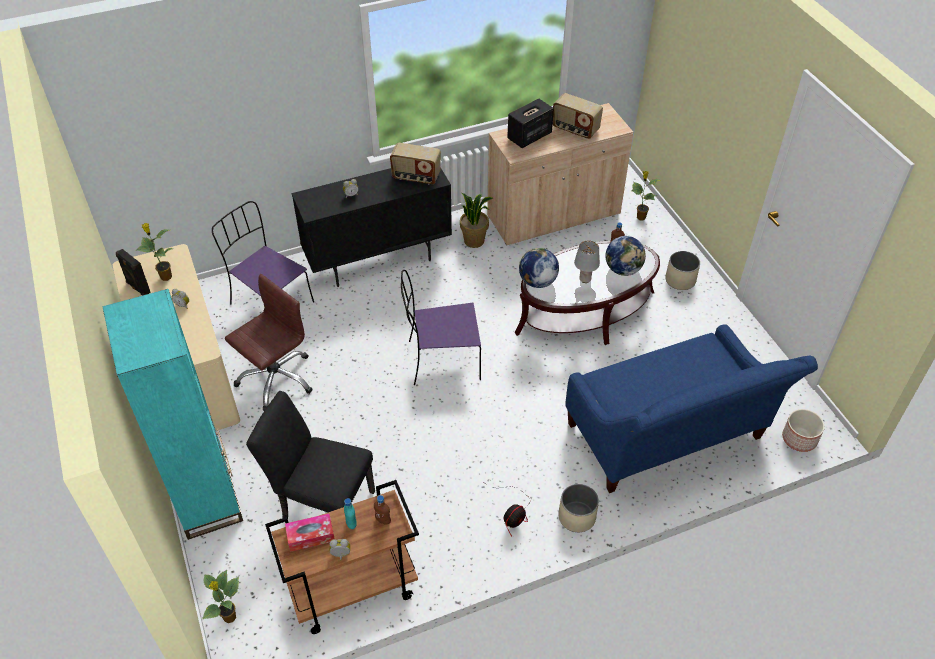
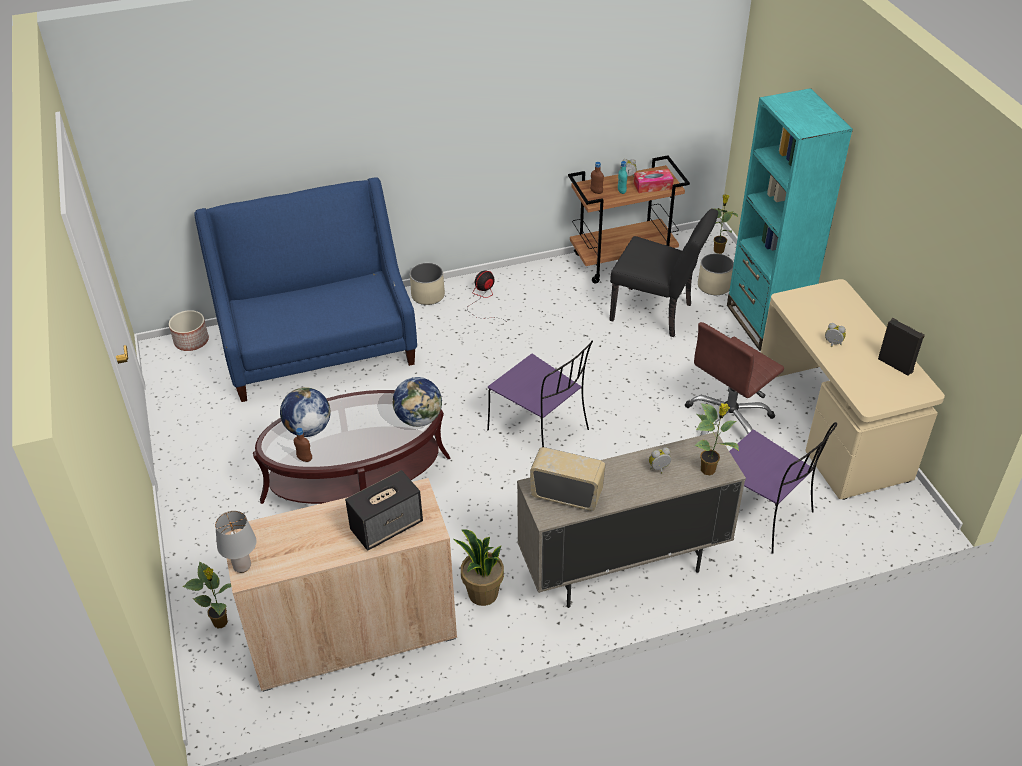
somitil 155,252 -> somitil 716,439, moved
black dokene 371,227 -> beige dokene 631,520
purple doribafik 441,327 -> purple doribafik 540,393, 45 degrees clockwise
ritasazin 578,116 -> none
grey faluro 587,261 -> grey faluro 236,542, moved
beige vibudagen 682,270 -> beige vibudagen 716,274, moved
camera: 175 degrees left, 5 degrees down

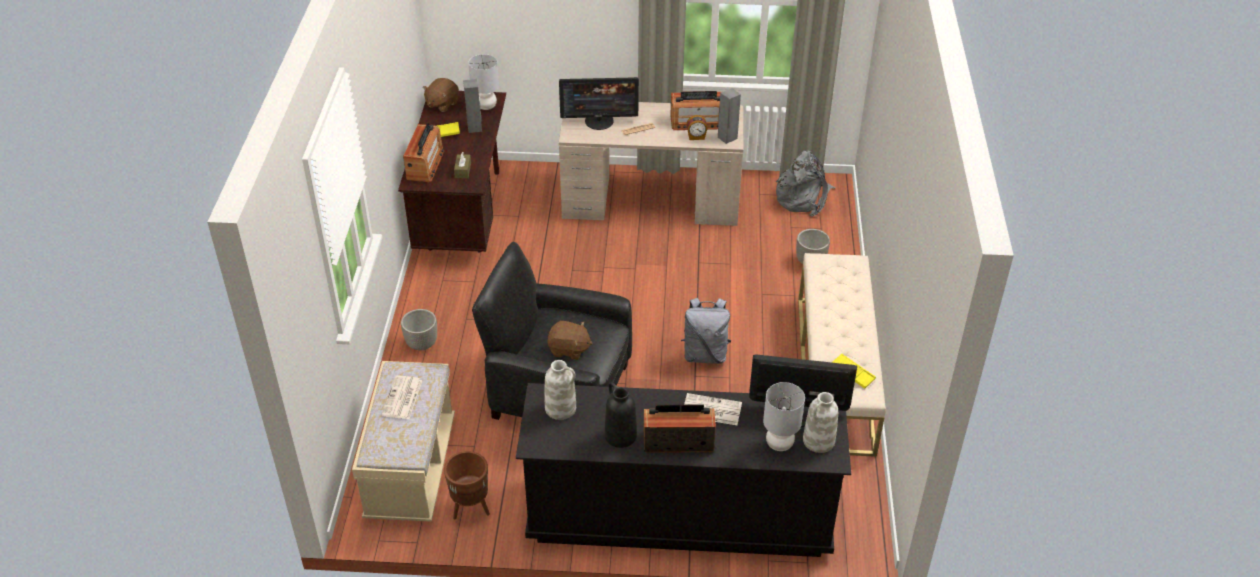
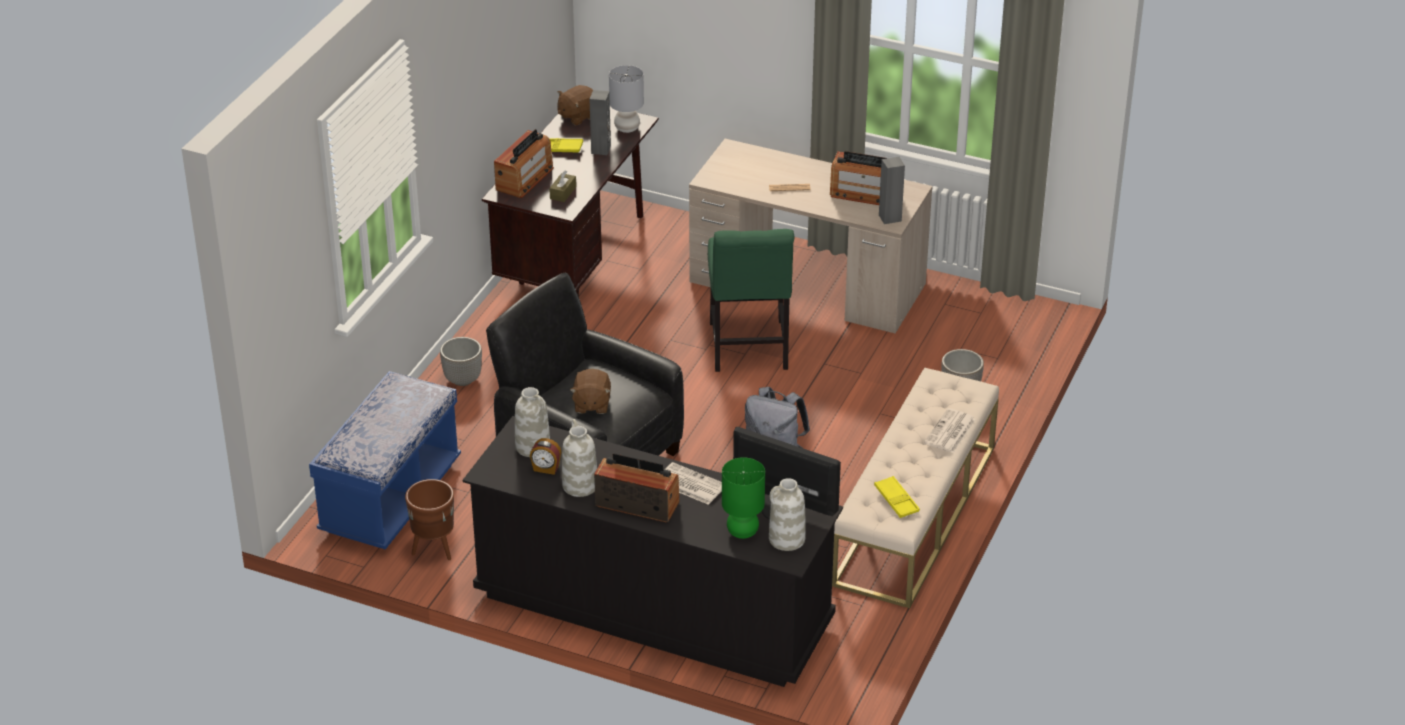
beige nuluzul 403,441 -> blue nuluzul 385,460
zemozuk 402,397 -> zemozuk 950,430, moved
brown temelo 570,340 -> brown temelo 590,391, 60 degrees clockwise
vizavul 599,103 -> none
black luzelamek 621,415 -> white luzelamek 579,458
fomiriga 697,127 -> fomiriga 545,456, moved
grey faluro 784,416 -> green faluro 743,498
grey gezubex 806,183 -> none
none -> green doribafik 751,300
camera: 20 degrees right, 5 degrees down

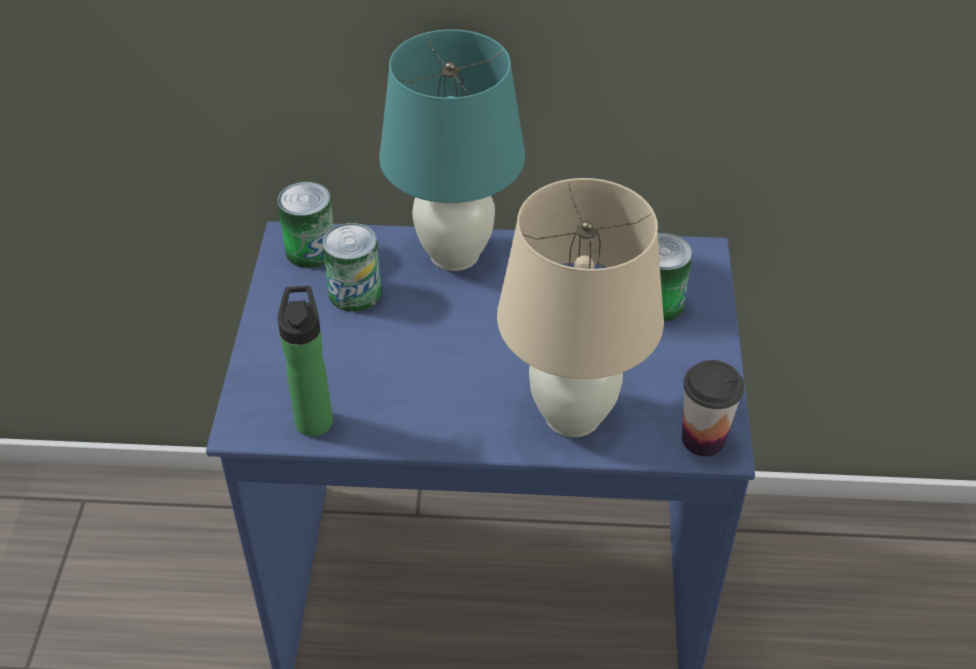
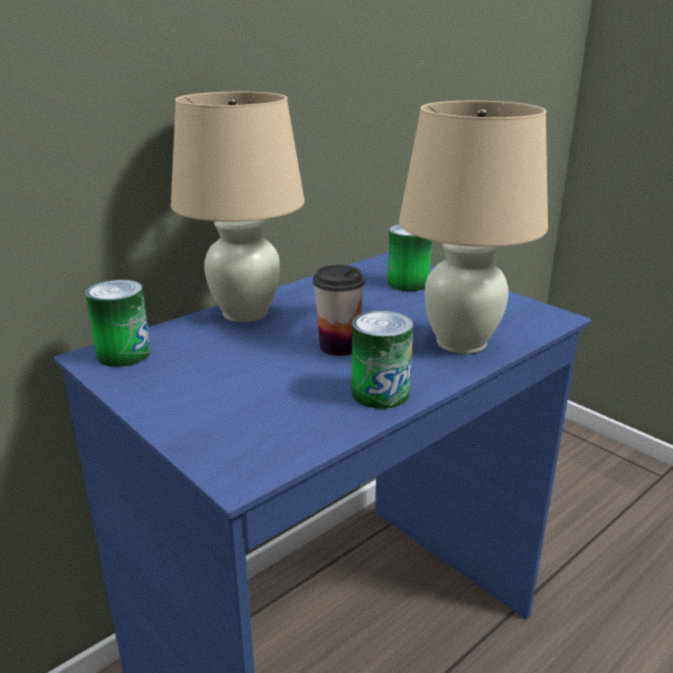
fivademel 305,361 -> none
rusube 351,267 -> rusube 382,360, moved
turquoise faluro 452,150 -> beige faluro 238,207
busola 713,408 -> busola 339,310, moved
camera: 45 degrees left, 20 degrees down

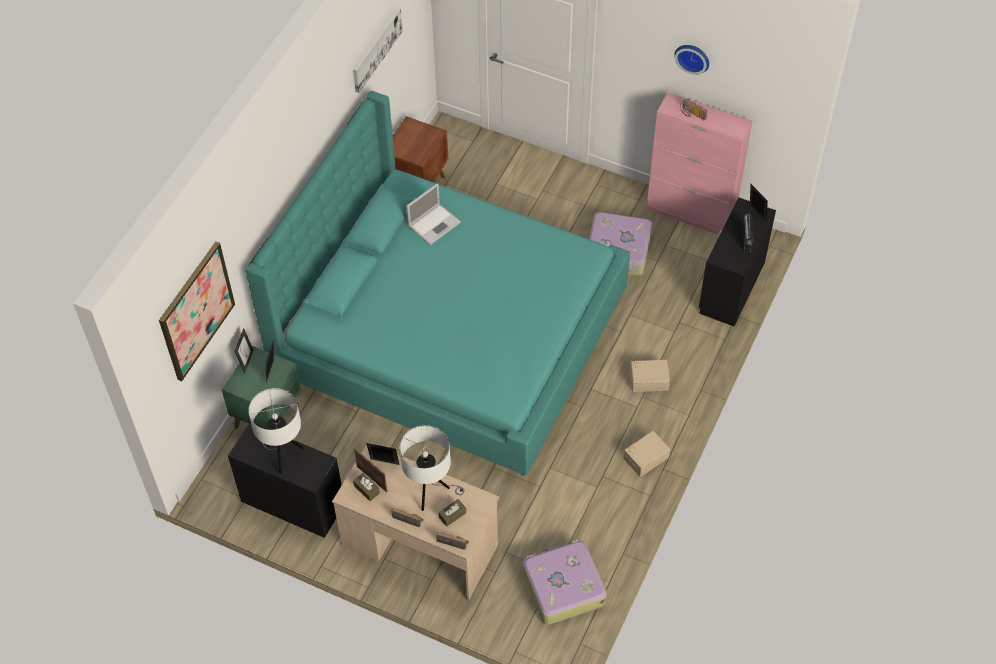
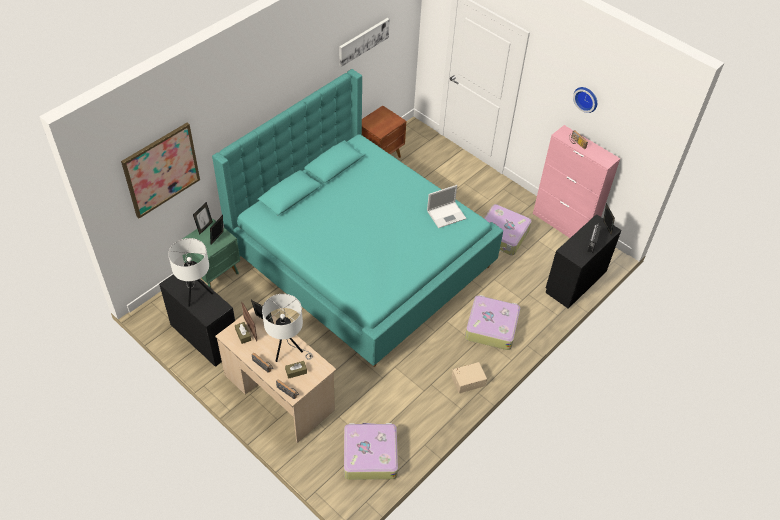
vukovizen 433,214 -> vukovizen 446,206, moved
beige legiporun 650,376 -> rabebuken 493,322
camera: 15 degrees right, 5 degrees down

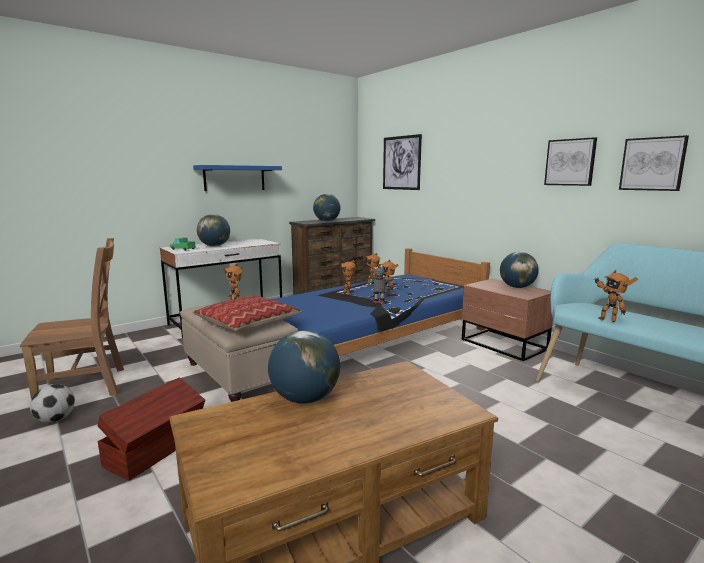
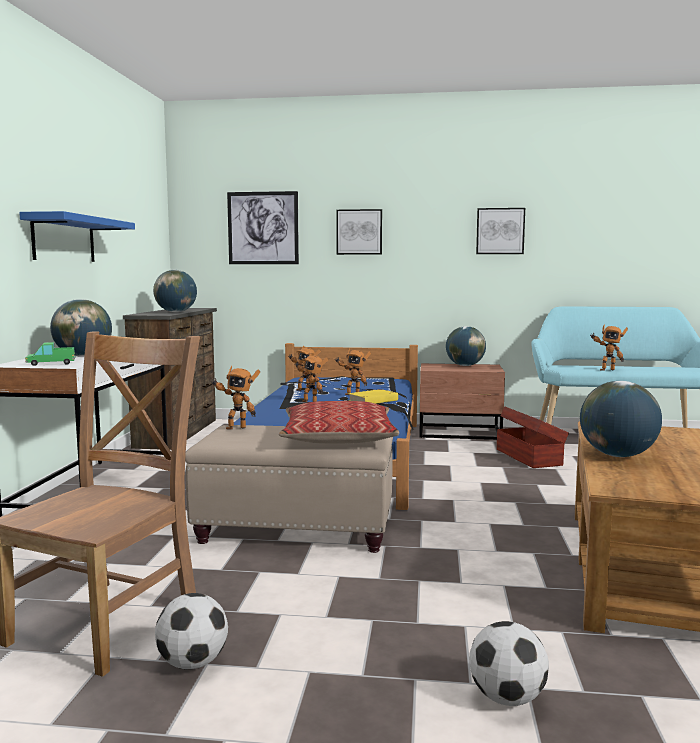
brown legiporun 151,428 -> brown legiporun 533,437, moved
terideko 379,284 -> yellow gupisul 373,396
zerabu 654,163 -> zerabu 359,232, moved
none -> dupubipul 509,663
camera: 45 degrees left, 5 degrees down

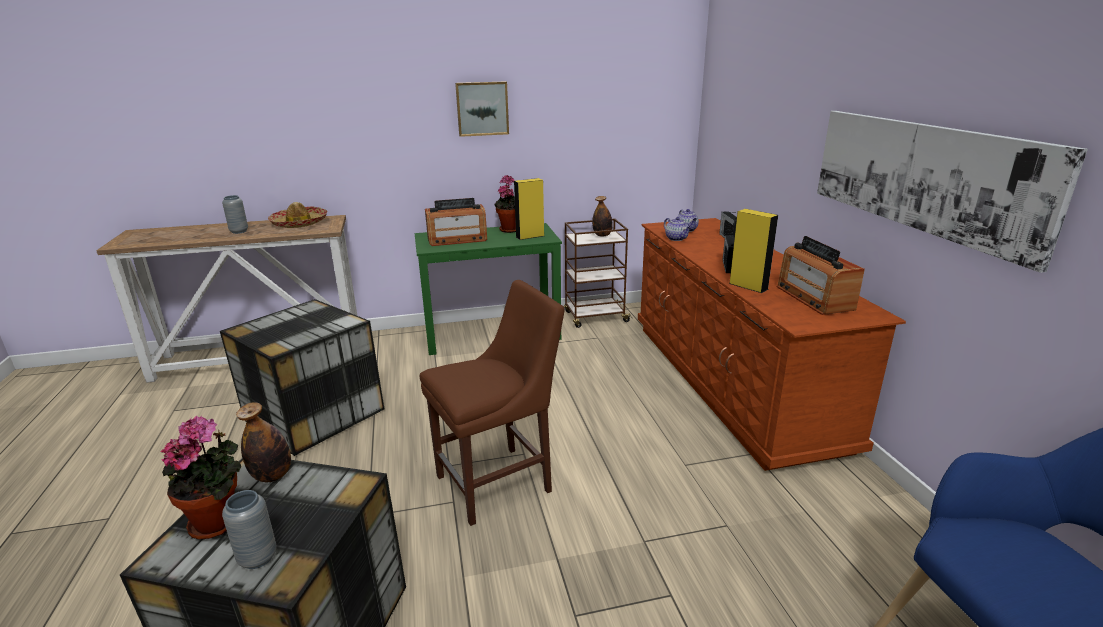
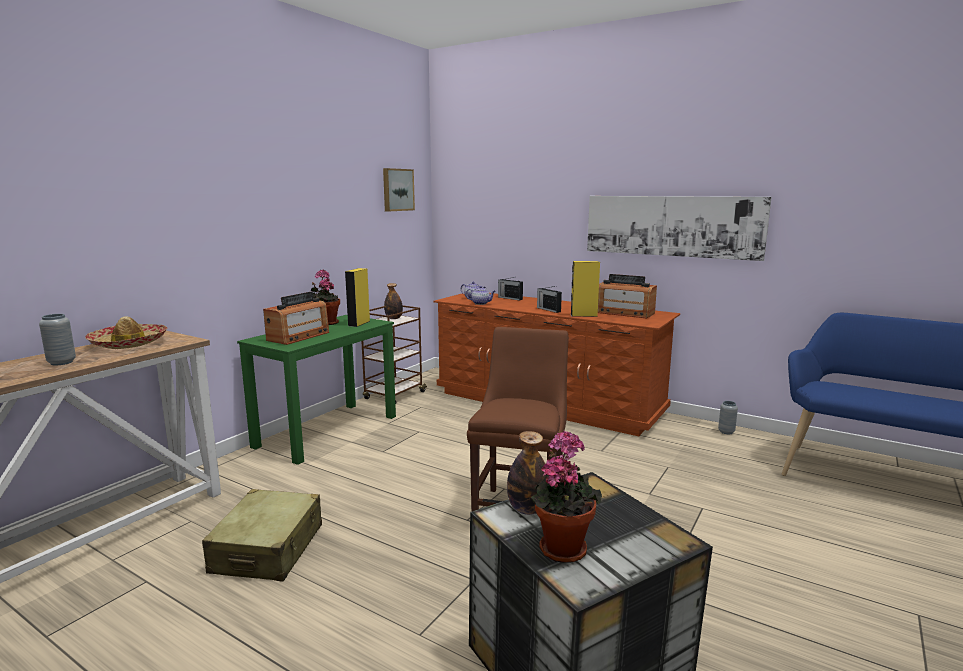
legiporun 302,377 -> beige rabebuken 262,535
grey luzelamek 249,529 -> grey luzelamek 728,417, moved
zerabu 482,109 -> zerabu 399,189, moved
camera: 45 degrees left, 10 degrees down

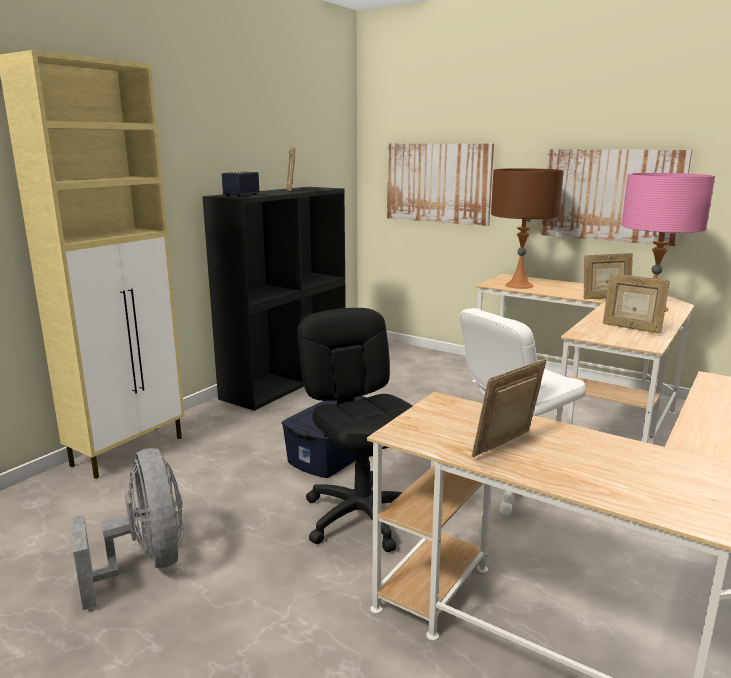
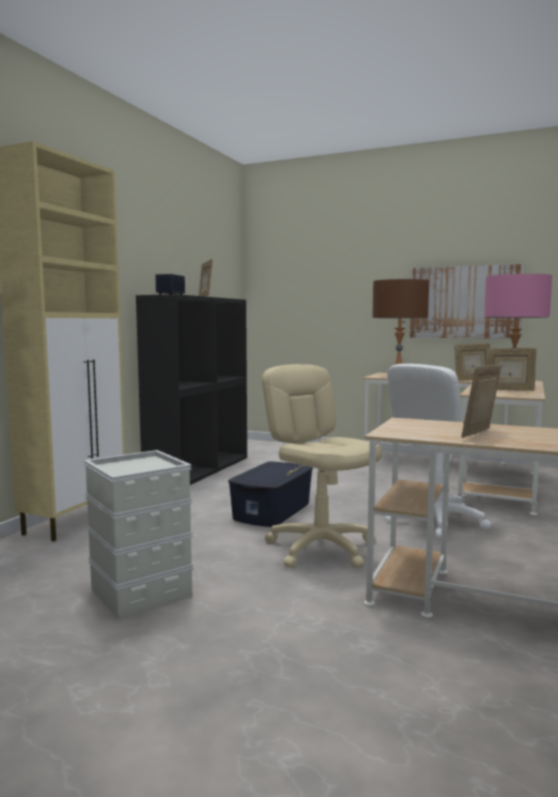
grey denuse 127,529 -> grey legiporun 139,535
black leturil 354,430 -> beige leturil 322,466
zerabu 440,184 -> none
camera: 10 degrees left, 10 degrees down

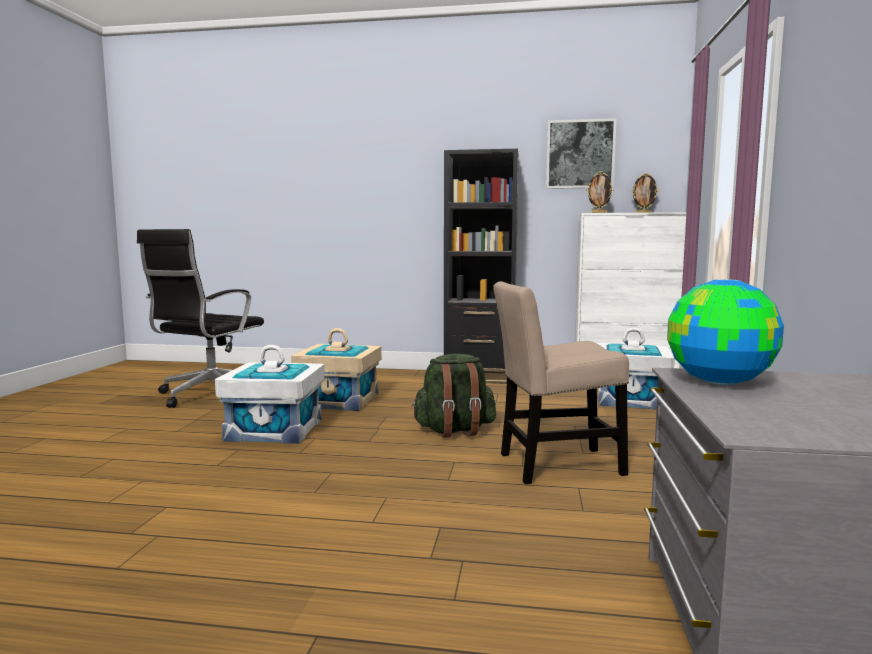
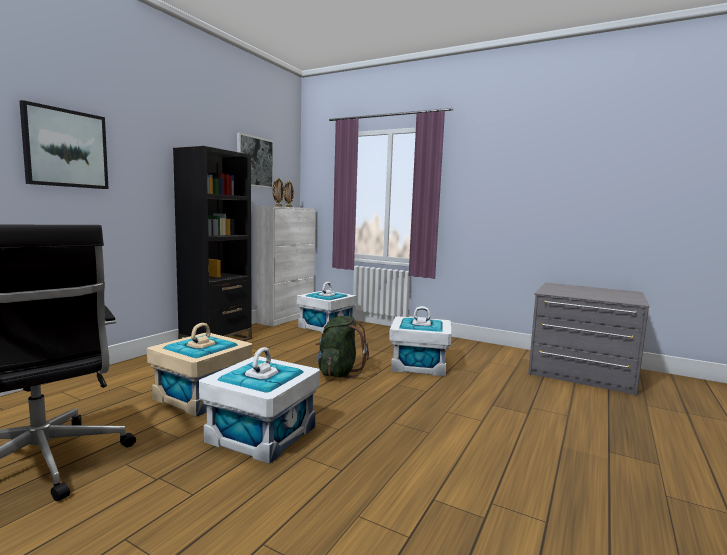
beige doribafik 561,382 -> white legiporun 420,341
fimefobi 725,332 -> none
none -> zerabu 64,144
camera: 70 degrees left, 0 degrees up

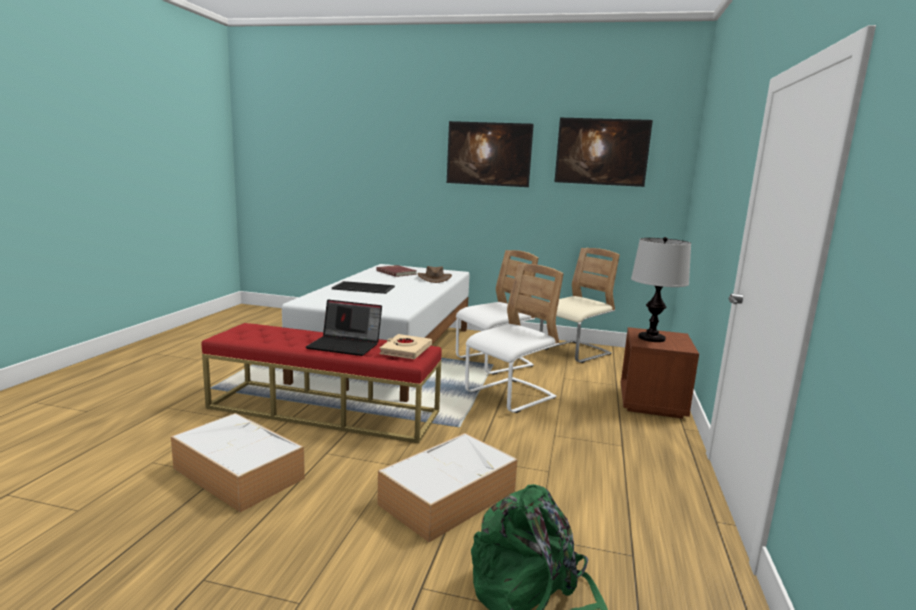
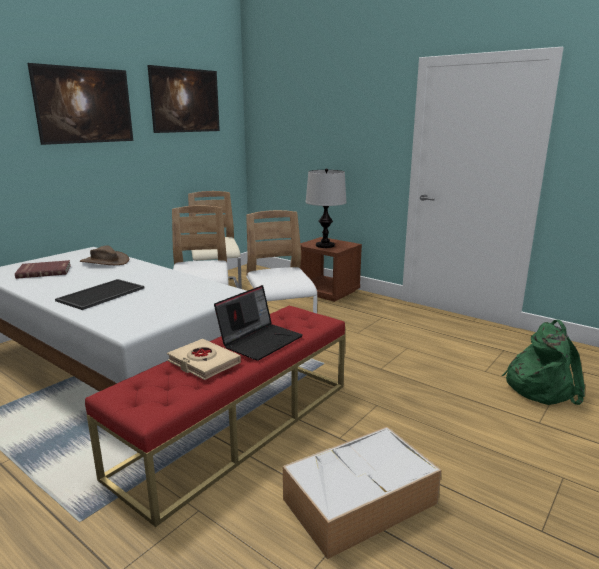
legiporun 447,487 -> none
beige gupisul 405,346 -> beige gupisul 204,359, moved
camera: 65 degrees left, 5 degrees up

